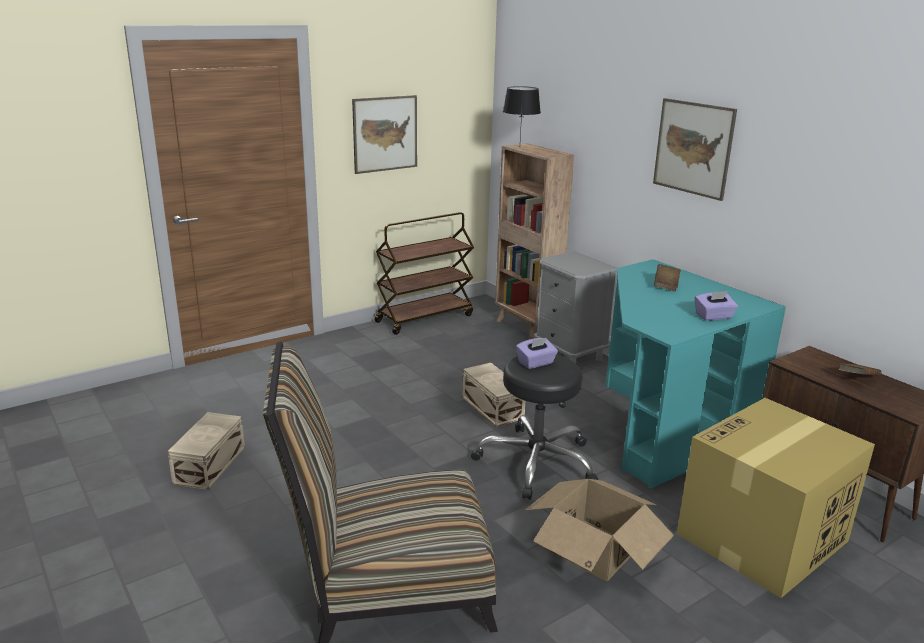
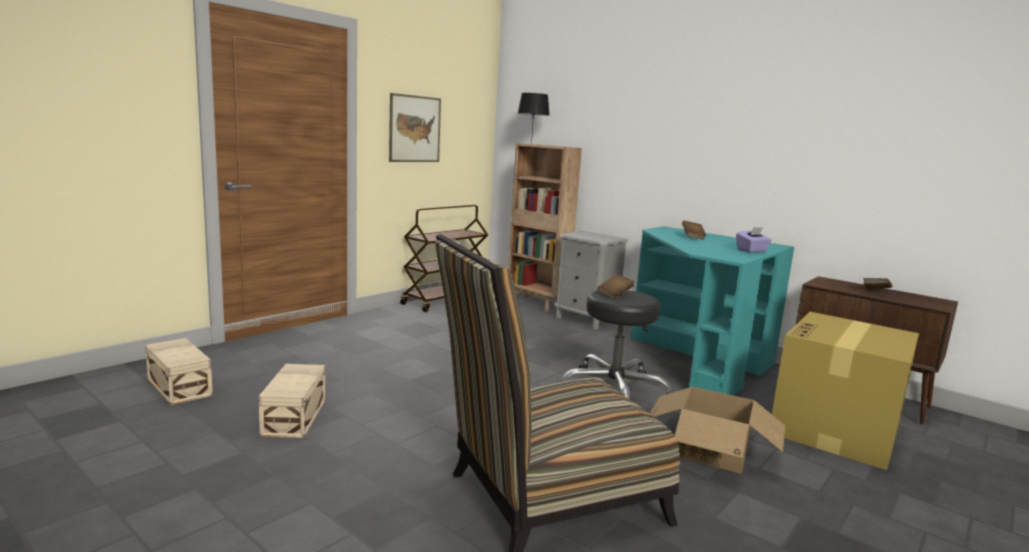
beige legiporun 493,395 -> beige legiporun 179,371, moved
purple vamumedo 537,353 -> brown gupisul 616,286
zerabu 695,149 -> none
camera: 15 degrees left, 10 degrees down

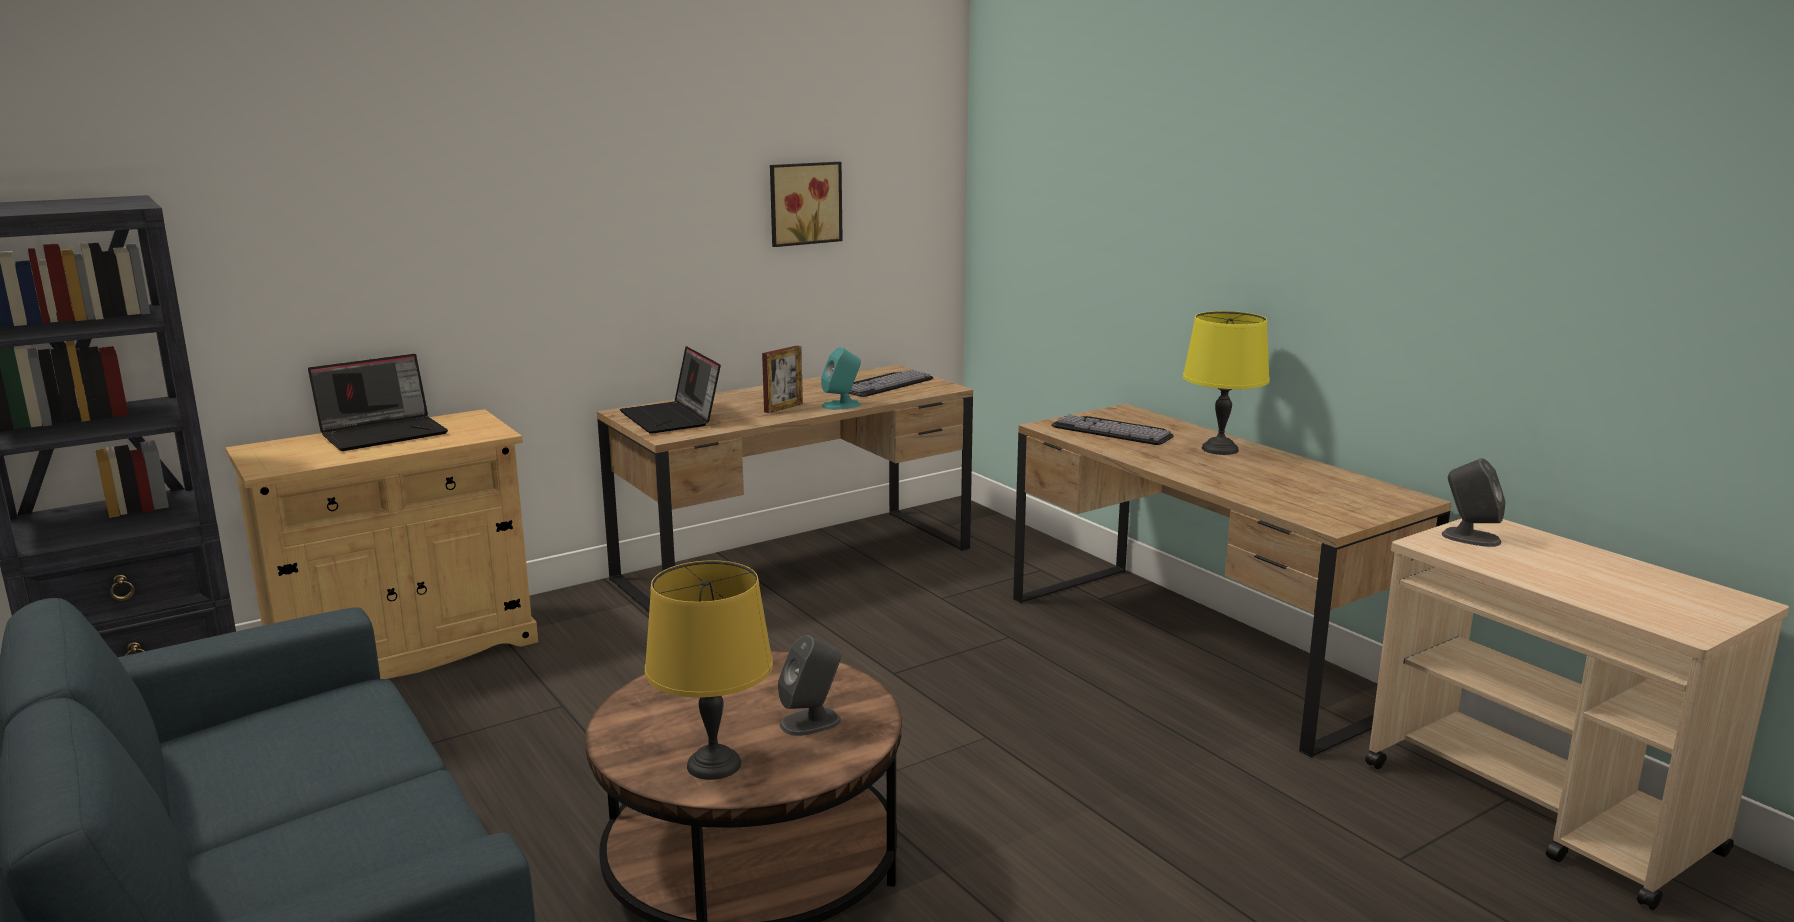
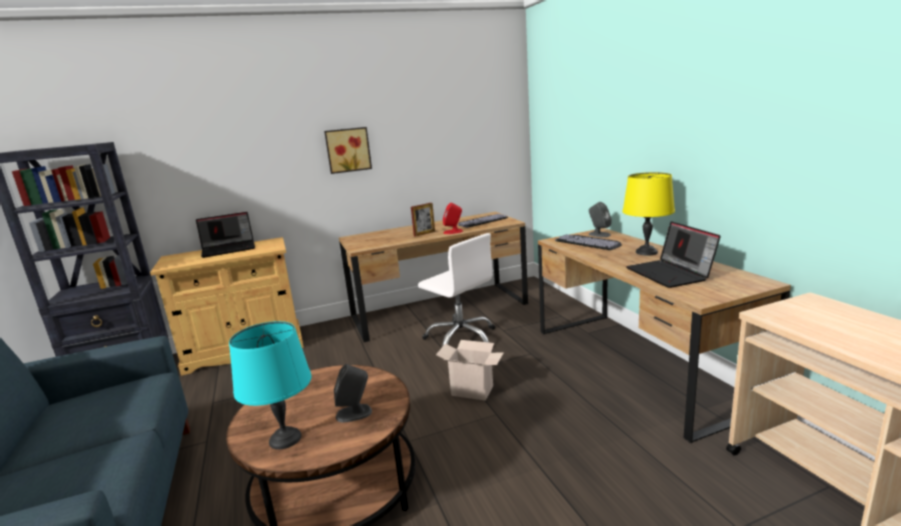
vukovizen 670,390 -> vukovizen 673,254, moved
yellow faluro 709,670 -> turquoise faluro 270,385
zerabu 806,204 -> zerabu 348,150, moved
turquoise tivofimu 841,378 -> red tivofimu 453,218
grey tivofimu 1474,502 -> grey tivofimu 600,219, moved
none -> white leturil 456,290
none -> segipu 470,370
camera: 15 degrees right, 0 degrees up

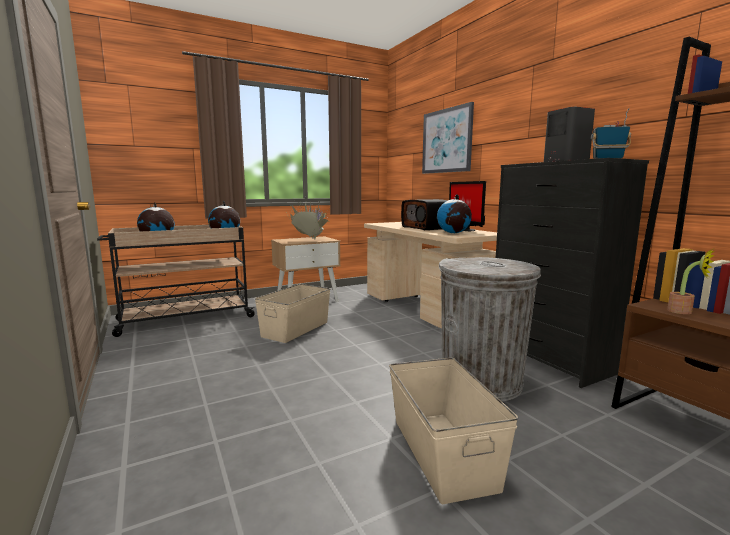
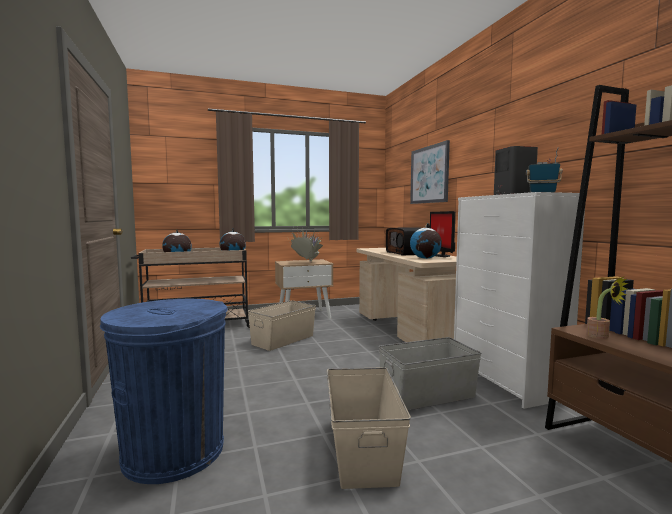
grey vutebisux 490,329 -> grey legiporun 430,373
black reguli 572,273 -> white reguli 519,300
none -> blue vutebisux 164,391
camera: 10 degrees right, 5 degrees down

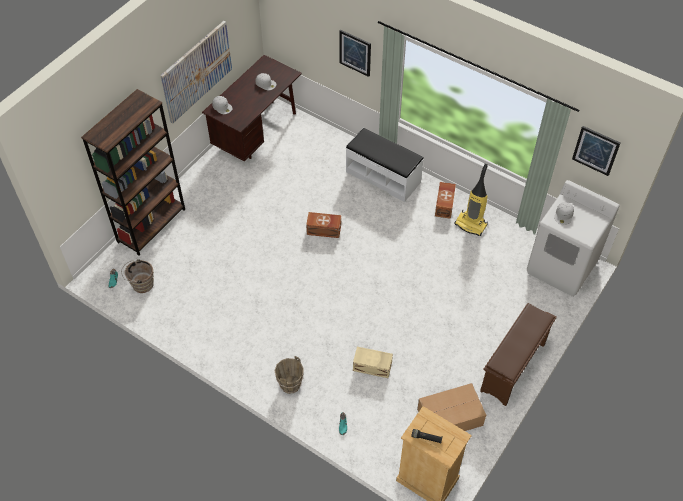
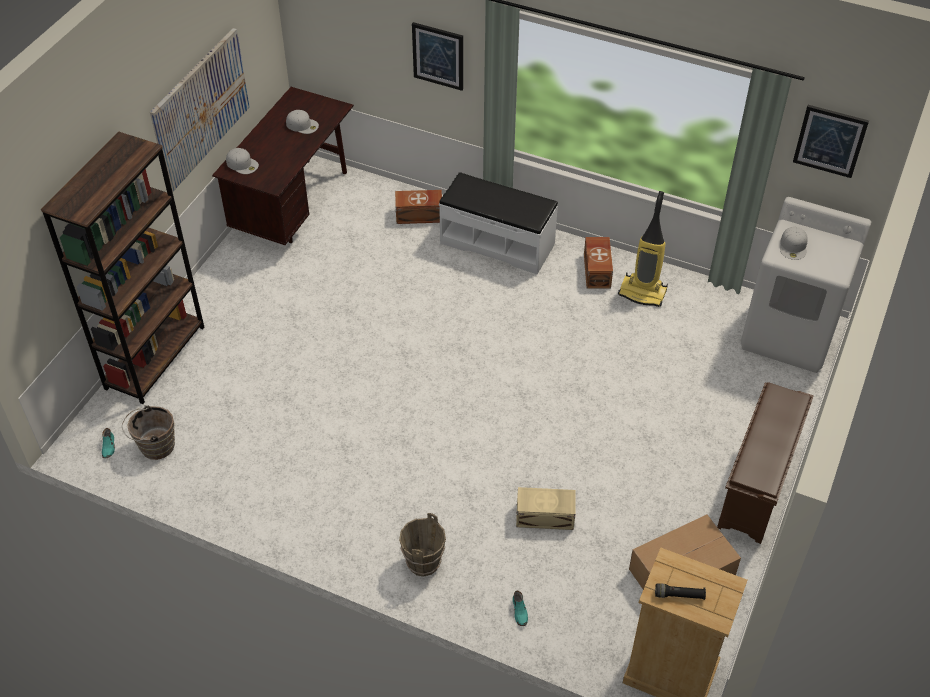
brown legiporun 323,225 -> brown legiporun 418,207, moved
camera: 10 degrees left, 5 degrees down

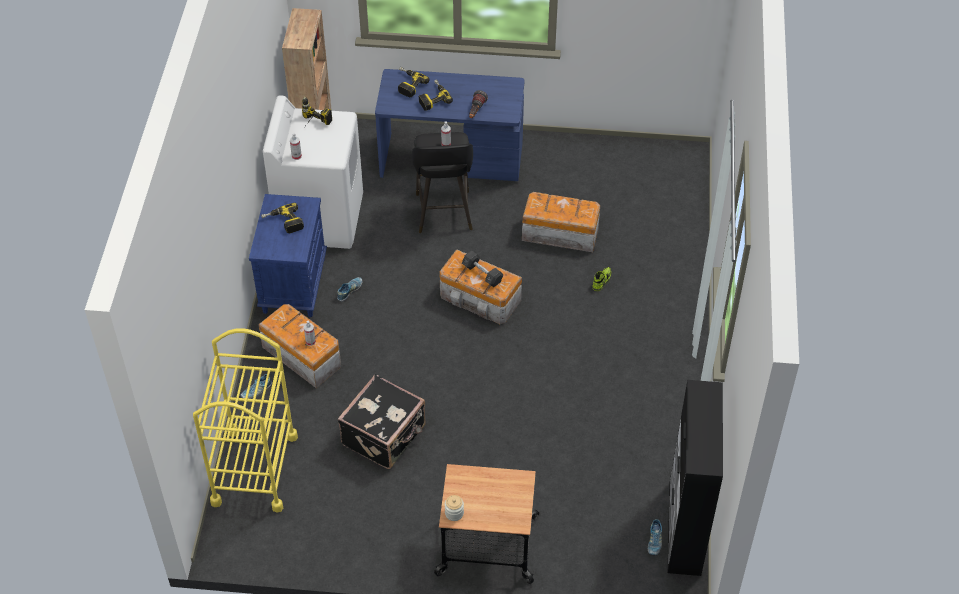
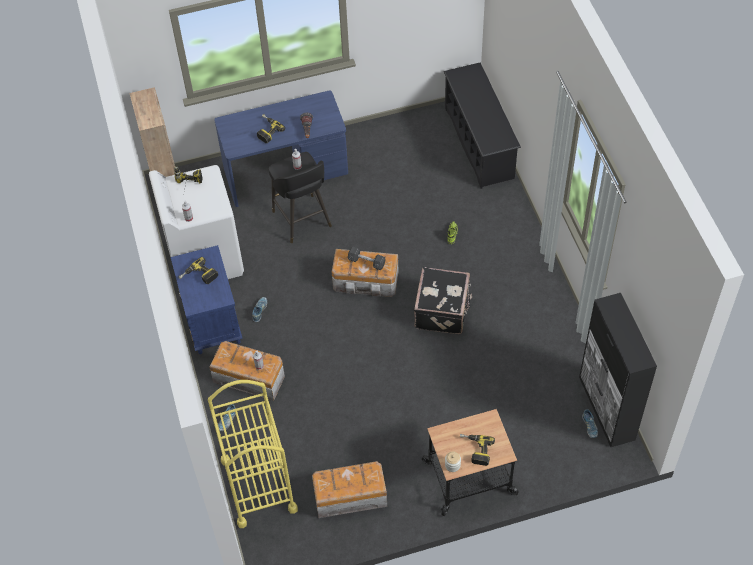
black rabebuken 382,421 -> black rabebuken 443,300, moved
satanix 413,82 -> satanix 477,450, moved
legiporun 561,222 -> legiporun 349,489, moved
none -> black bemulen 482,126
camera: 20 degrees left, 5 degrees up

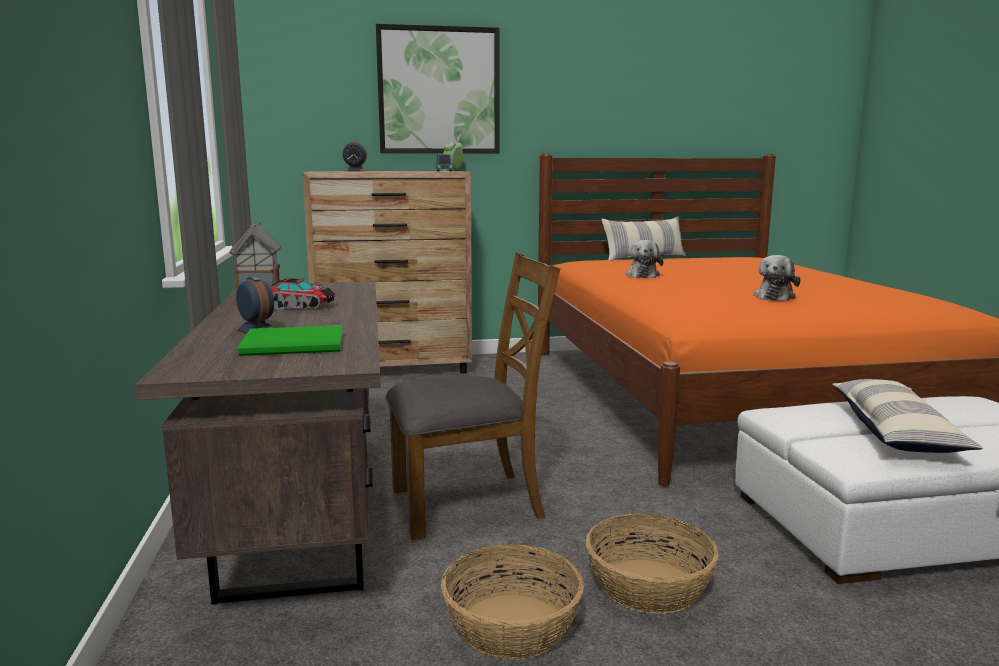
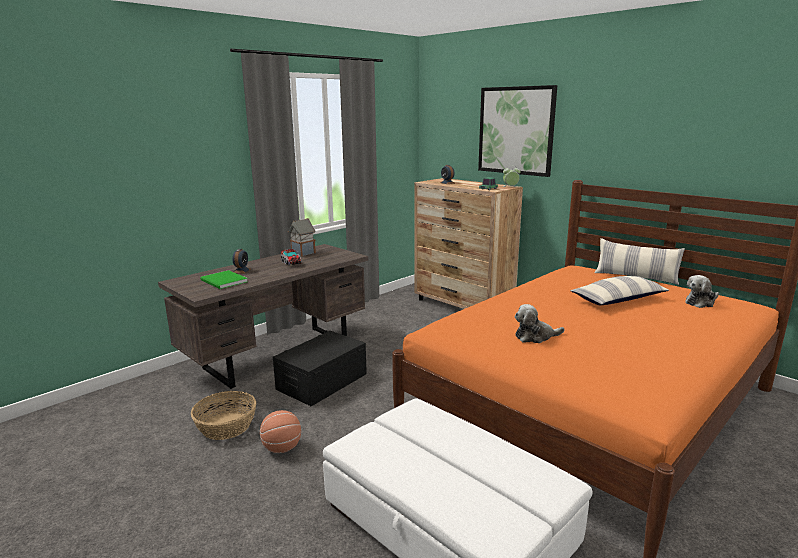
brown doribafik 473,396 -> black legiporun 320,368
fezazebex 652,563 -> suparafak 280,431
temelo 644,259 -> temelo 702,291, moved
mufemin 907,416 -> mufemin 619,290, moved
camera: 55 degrees right, 5 degrees up

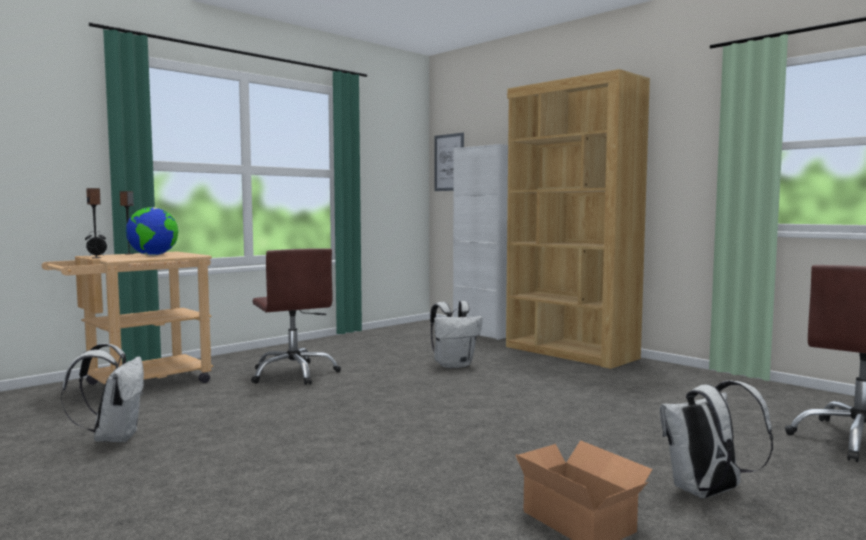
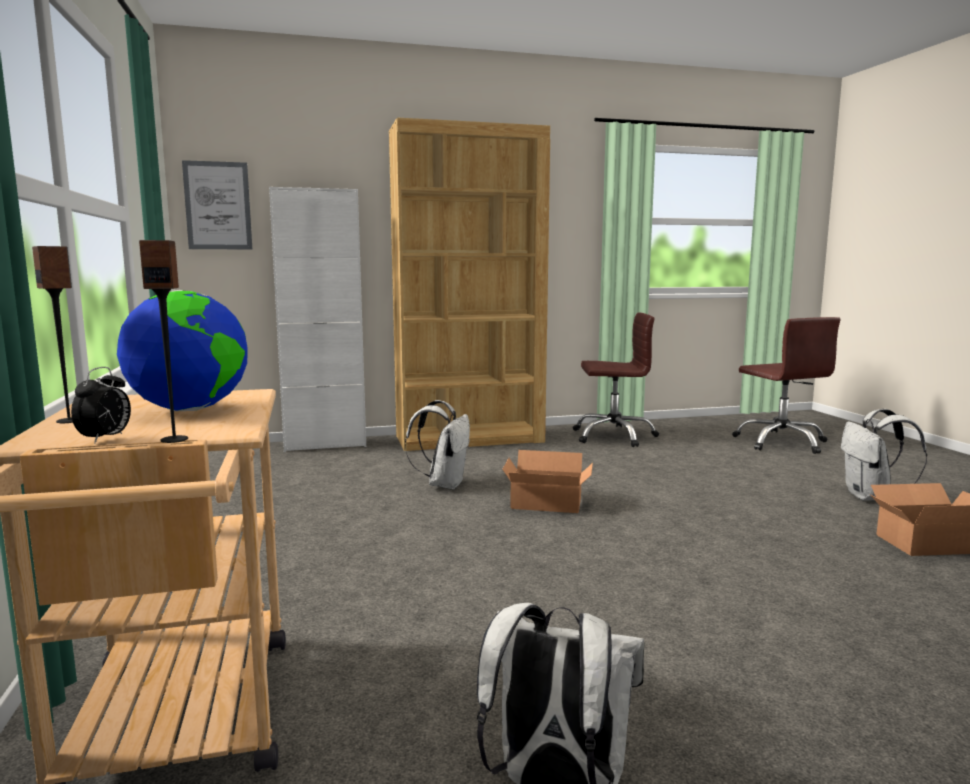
brown leturil 296,316 -> brown leturil 616,379, moved
none -> segipu 548,481
camera: 60 degrees left, 5 degrees up

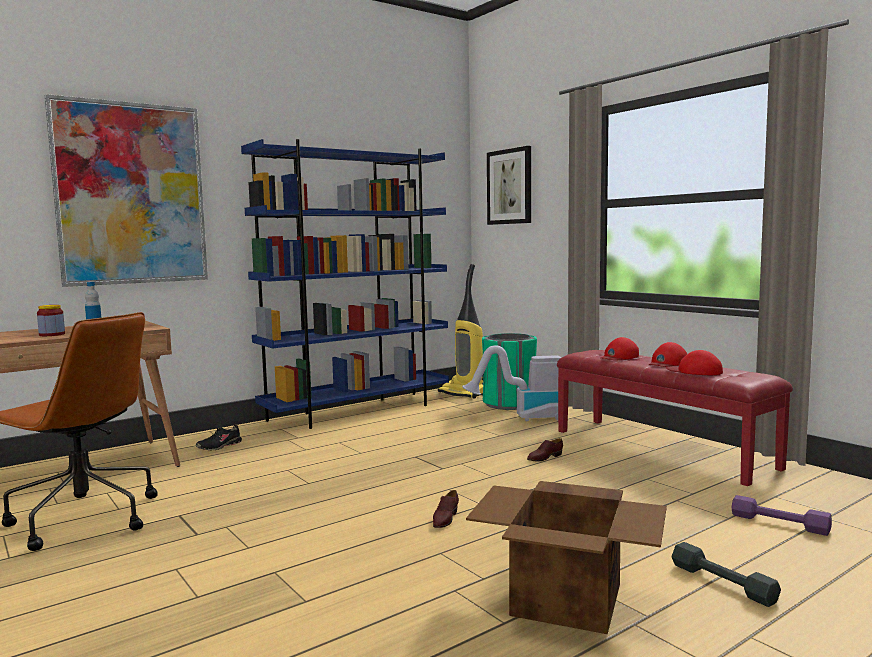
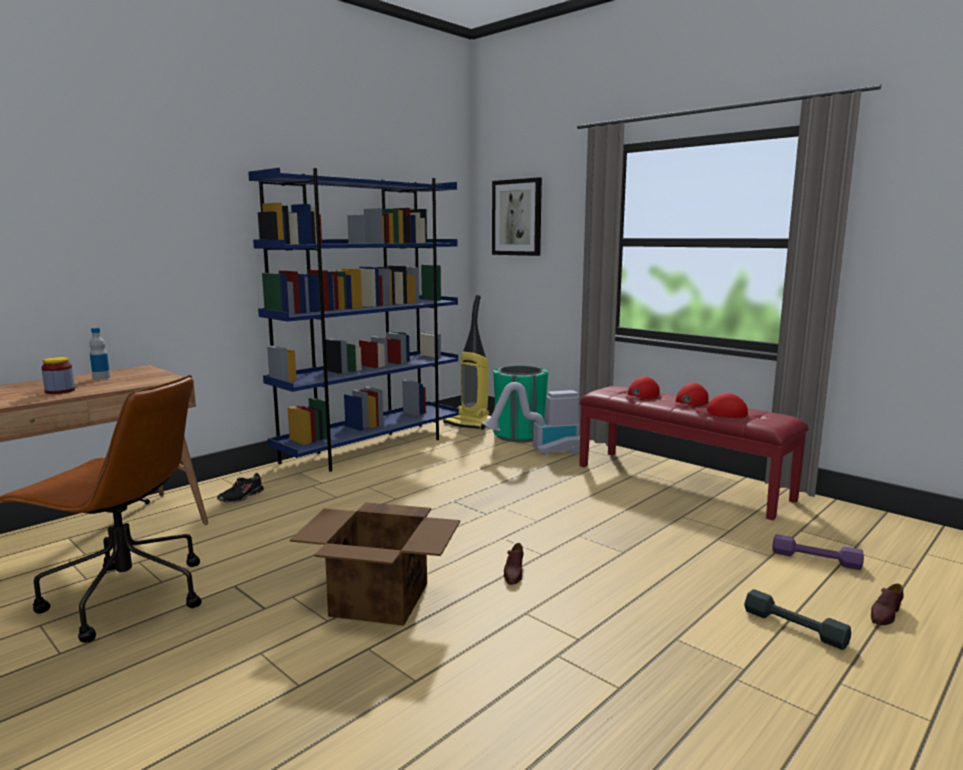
zerabu 126,190 -> none
segipu 566,557 -> segipu 375,564, moved
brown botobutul 545,449 -> brown botobutul 887,604, moved
camera: 10 degrees left, 5 degrees up

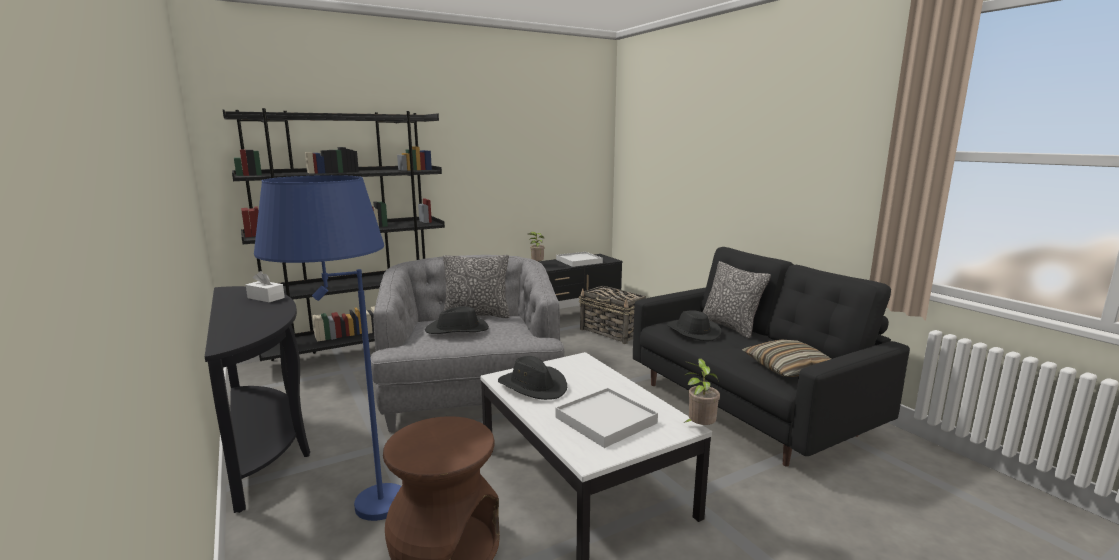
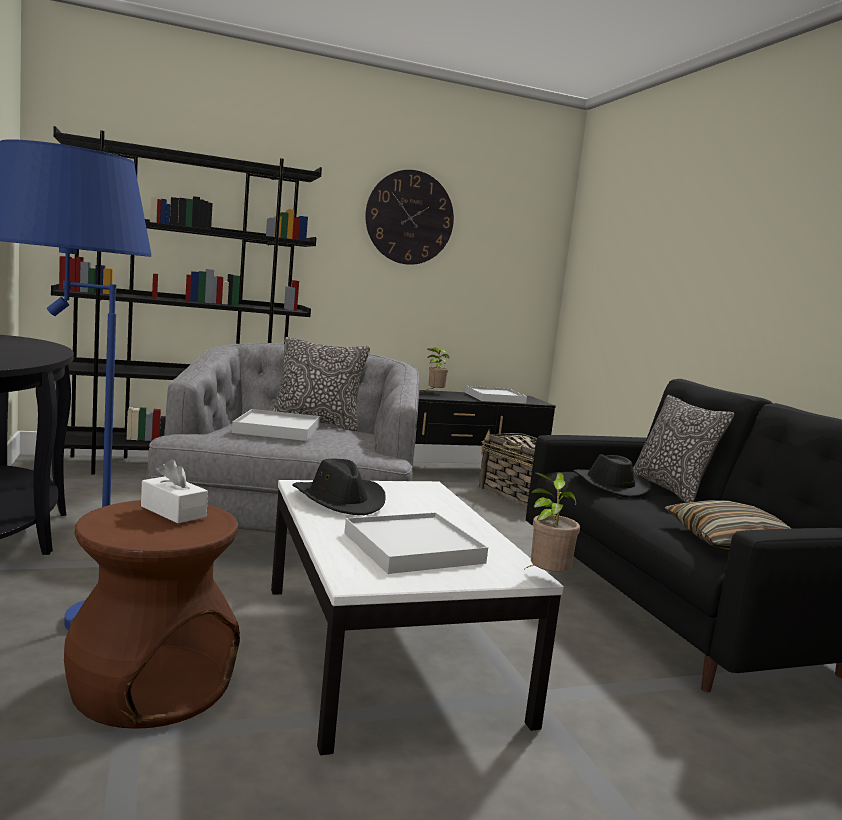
white vamumedo 265,286 -> white vamumedo 174,491, moved
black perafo 457,320 -> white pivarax 276,425
none -> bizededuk 409,217
camera: 10 degrees right, 5 degrees down

